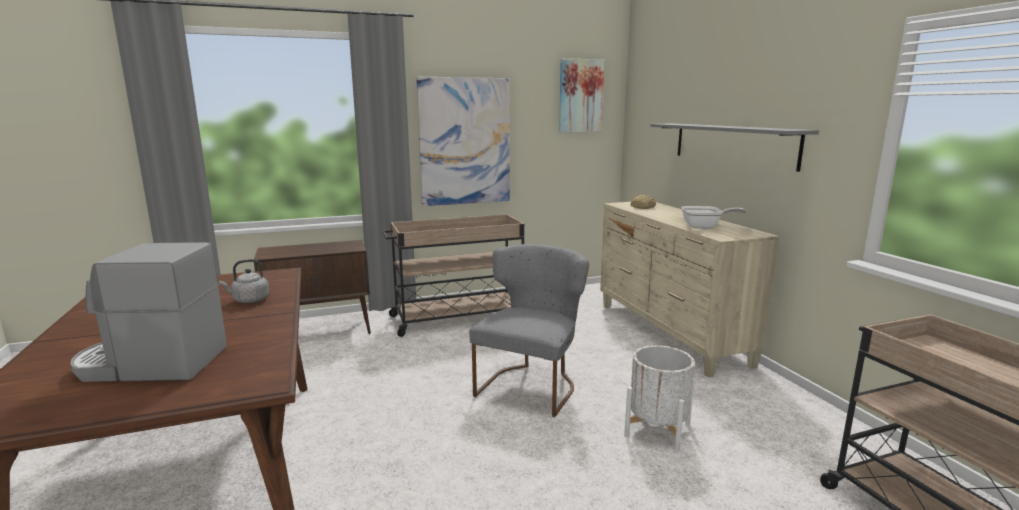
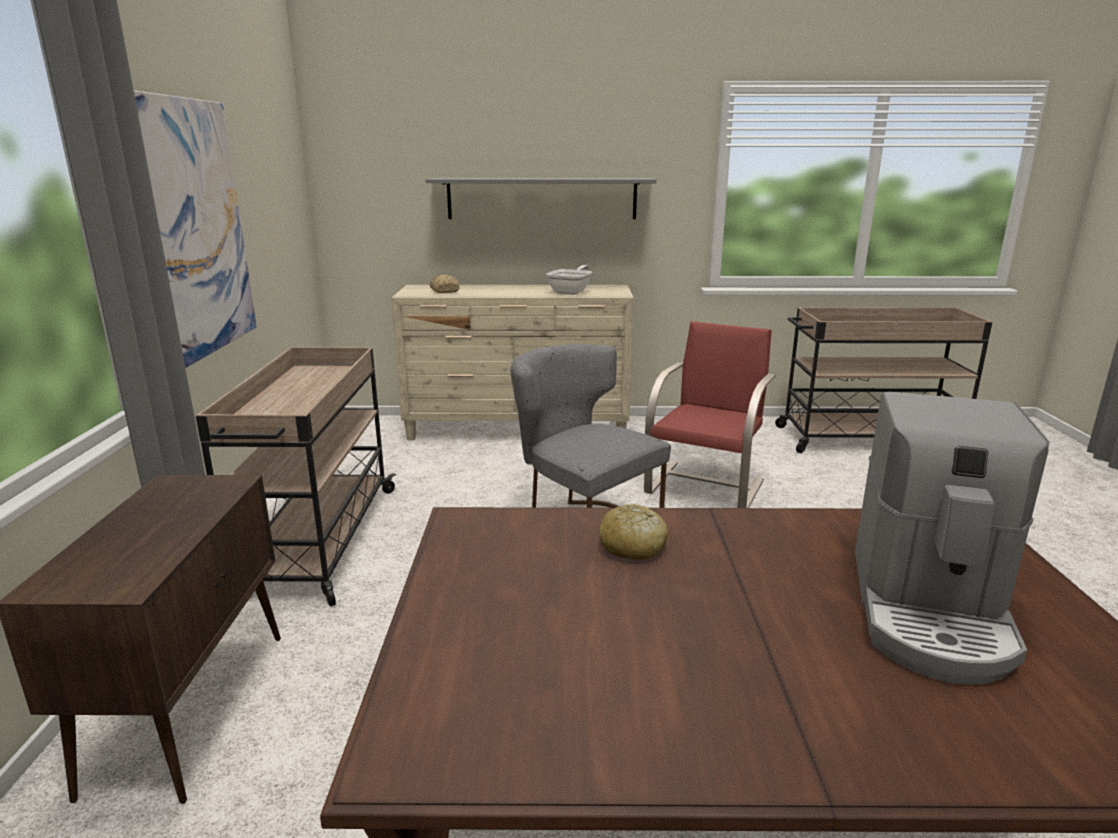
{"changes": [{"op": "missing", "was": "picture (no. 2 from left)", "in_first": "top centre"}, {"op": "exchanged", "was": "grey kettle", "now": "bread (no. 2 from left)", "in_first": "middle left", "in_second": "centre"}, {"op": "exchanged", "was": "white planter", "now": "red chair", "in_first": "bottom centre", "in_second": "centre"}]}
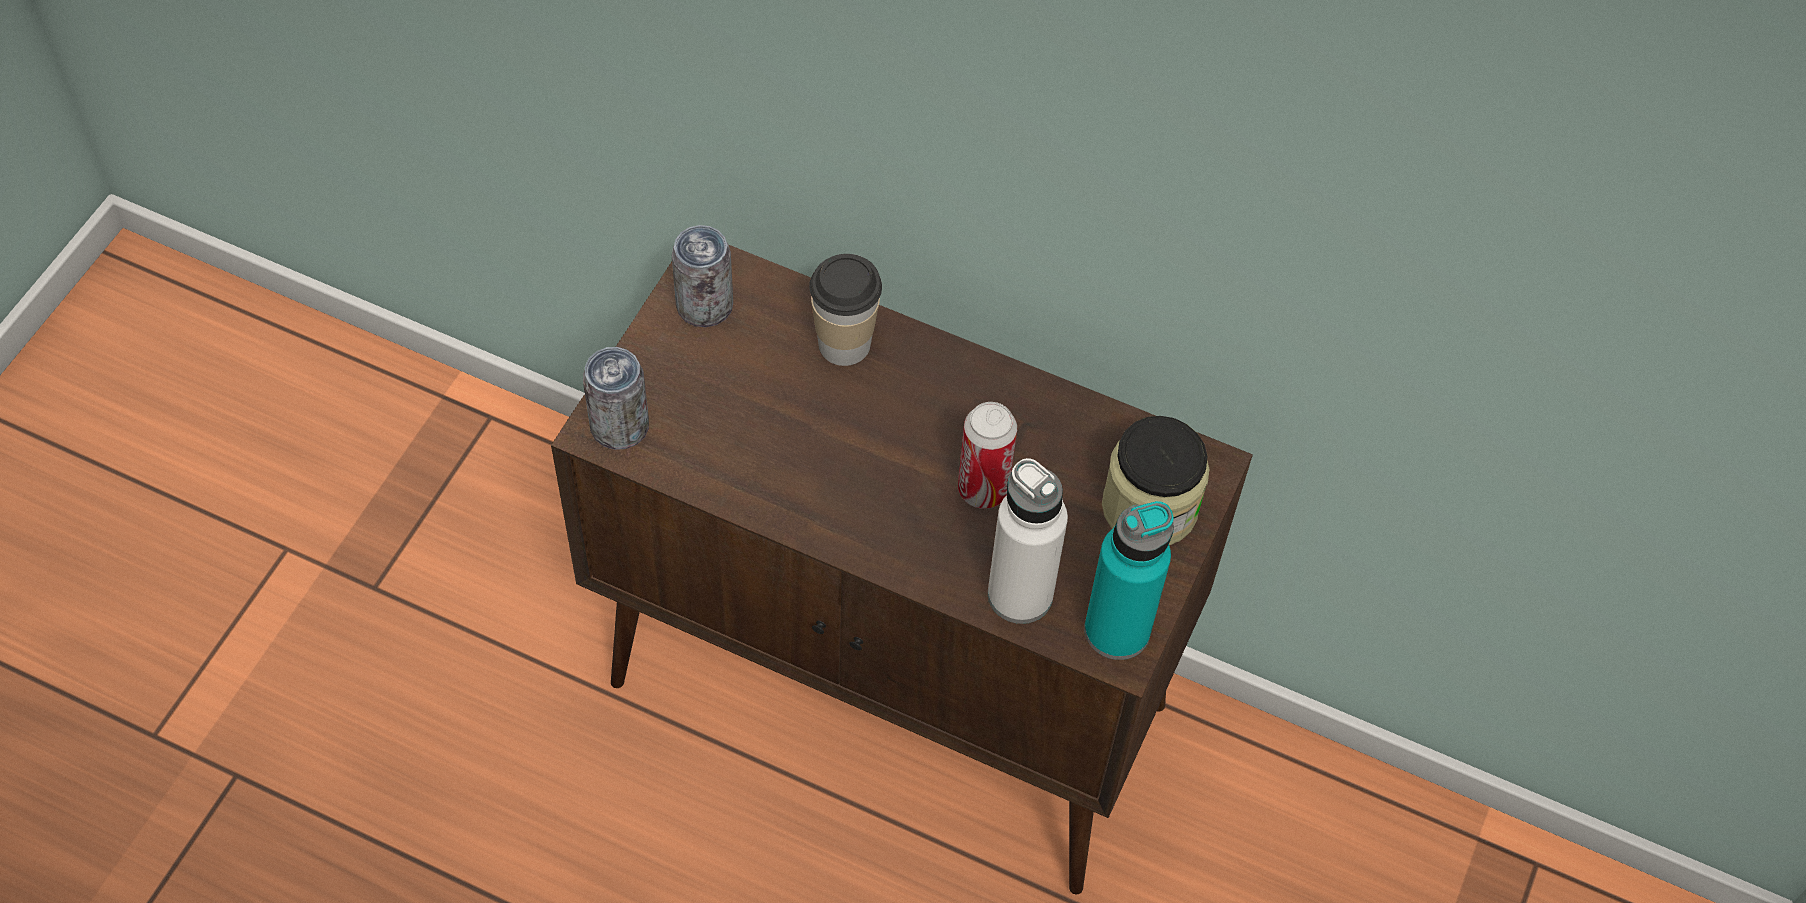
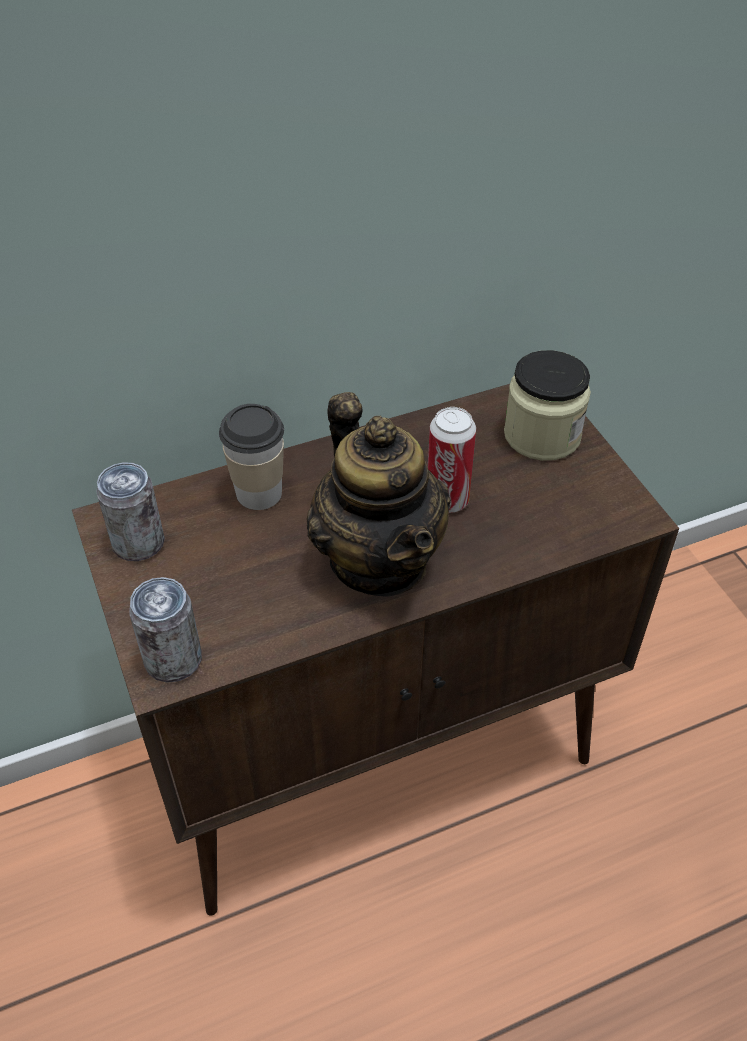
{"changes": [{"op": "missing", "was": "white bottle", "in_first": "centre"}, {"op": "missing", "was": "turquoise bottle", "in_first": "centre"}, {"op": "appeared", "now": "teapot", "in_second": "centre"}]}
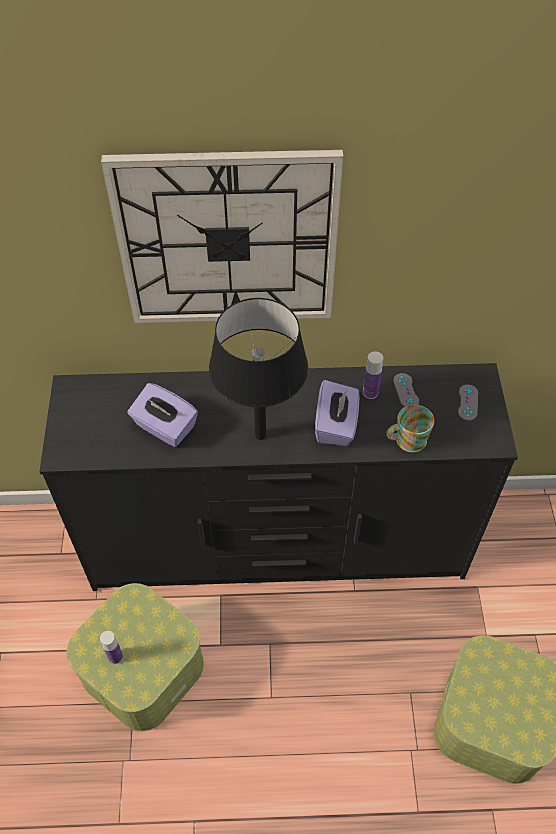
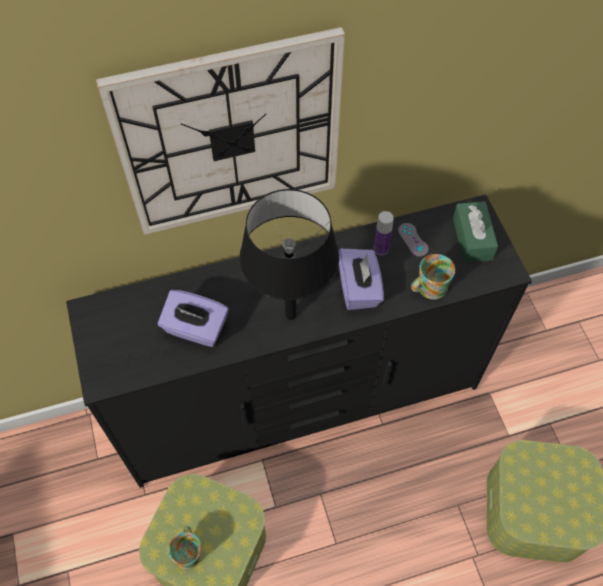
{"changes": [{"op": "exchanged", "was": "bottle (no. 1 from left)", "now": "mug (no. 1 from left)", "in_first": "bottom left", "in_second": "bottom left"}, {"op": "exchanged", "was": "grey game controller (no. 2 from left)", "now": "green tissue box", "in_first": "middle right", "in_second": "middle right"}]}
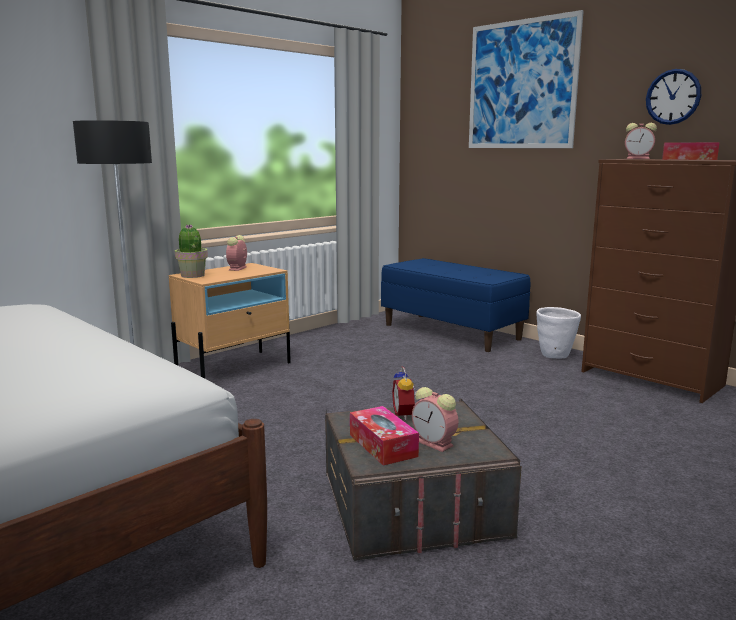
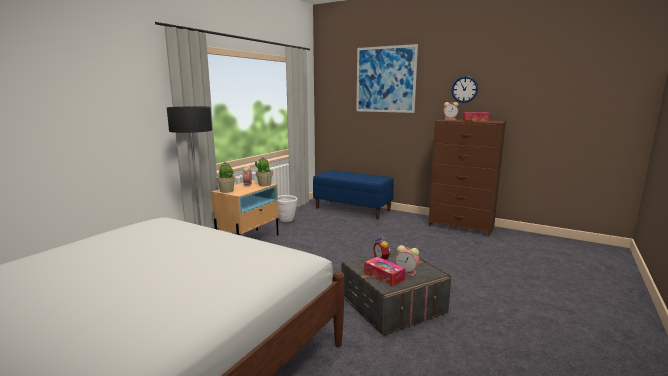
{"changes": [{"op": "appeared", "now": "potted plant (no. 2 from left)", "in_second": "centre"}, {"op": "relocated", "was": "white planter", "in_first": "middle right", "in_second": "centre"}]}
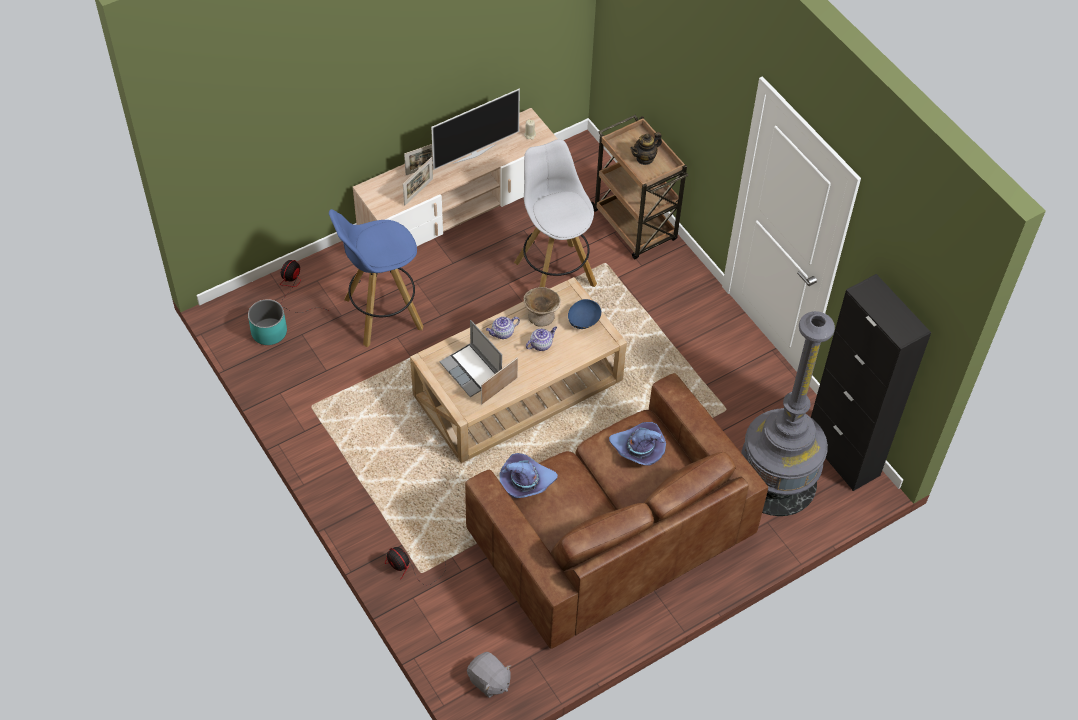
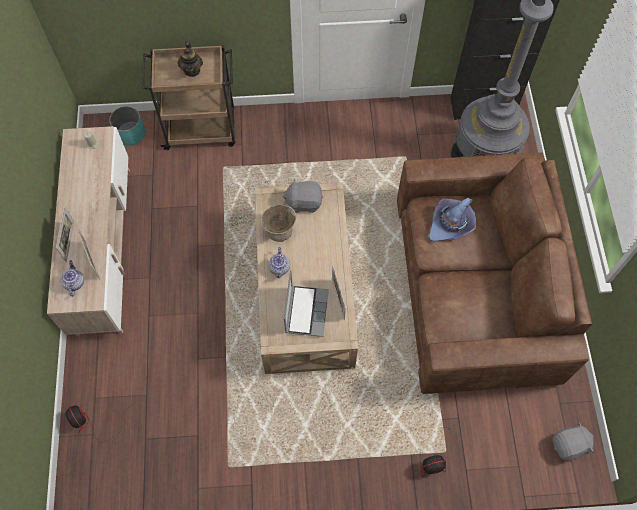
{"changes": [{"op": "missing", "was": "blue stool", "in_first": "centre"}, {"op": "missing", "was": "television", "in_first": "top centre"}, {"op": "missing", "was": "purple hat (no. 1 from left)", "in_first": "centre"}, {"op": "missing", "was": "white stool", "in_first": "top centre"}, {"op": "relocated", "was": "turquoise planter", "in_first": "middle left", "in_second": "top left"}, {"op": "relocated", "was": "teapot (no. 2 from left in the first image)", "now": "teapot (no. 1 from left)", "in_first": "centre", "in_second": "middle left"}, {"op": "exchanged", "was": "blue bowl", "now": "grey plush toy (no. 1 from left)", "in_first": "centre", "in_second": "centre"}, {"op": "spun", "was": "laptop", "in_first": "centre", "in_second": "centre", "clockwise": -75}]}
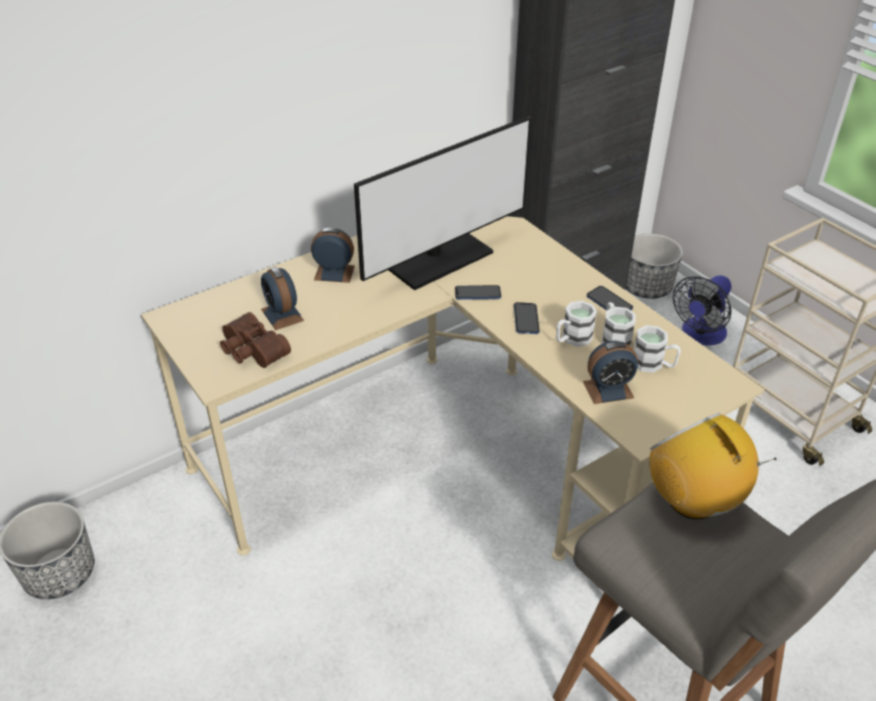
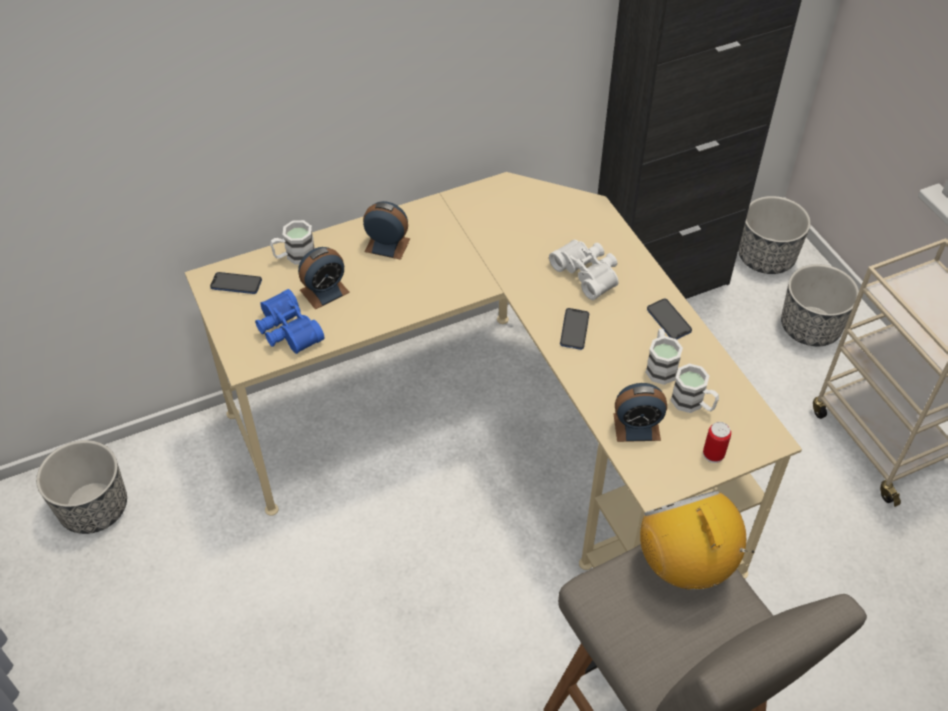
{"changes": [{"op": "missing", "was": "monitor", "in_first": "top centre"}, {"op": "appeared", "now": "white binoculars", "in_second": "centre"}, {"op": "appeared", "now": "can", "in_second": "middle right"}, {"op": "relocated", "was": "phone (no. 1 from left)", "in_first": "centre", "in_second": "middle left"}, {"op": "relocated", "was": "white mug (no. 1 from left)", "in_first": "centre", "in_second": "middle left"}, {"op": "exchanged", "was": "fan", "now": "planter (no. 3 from left)", "in_first": "middle right", "in_second": "middle right"}, {"op": "colour", "was": "brown binoculars", "now": "blue binoculars", "in_first": "middle left", "in_second": "middle left"}, {"op": "spun", "was": "alarm clock (no. 1 from left)", "in_first": "middle left", "in_second": "centre", "clockwise": -105}]}
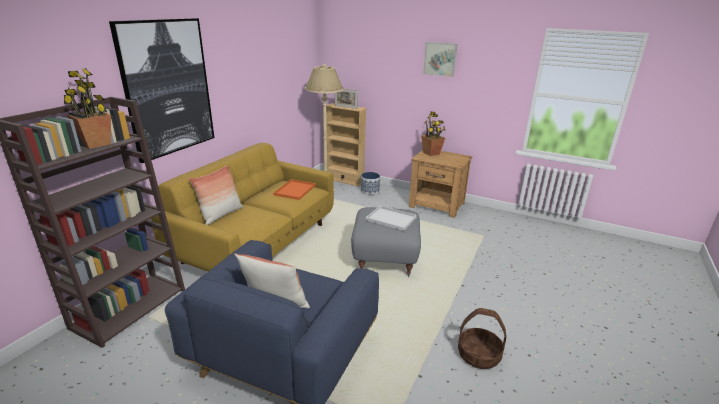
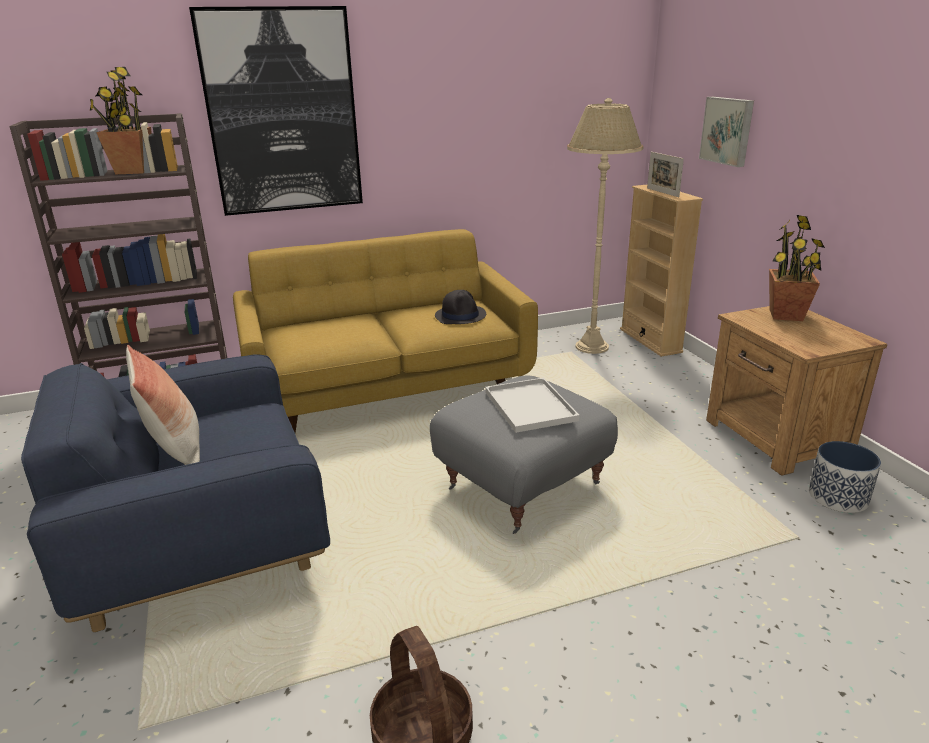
{"changes": [{"op": "missing", "was": "pillow (no. 1 from left)", "in_first": "middle left"}, {"op": "relocated", "was": "planter", "in_first": "centre", "in_second": "middle right"}, {"op": "relocated", "was": "picture (no. 2 from left)", "in_first": "top centre", "in_second": "top right"}, {"op": "exchanged", "was": "orange tray", "now": "black hat", "in_first": "centre", "in_second": "centre"}]}
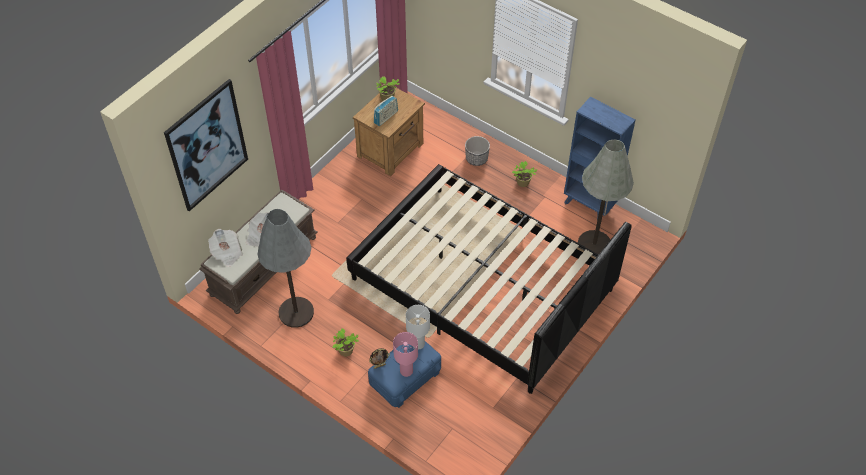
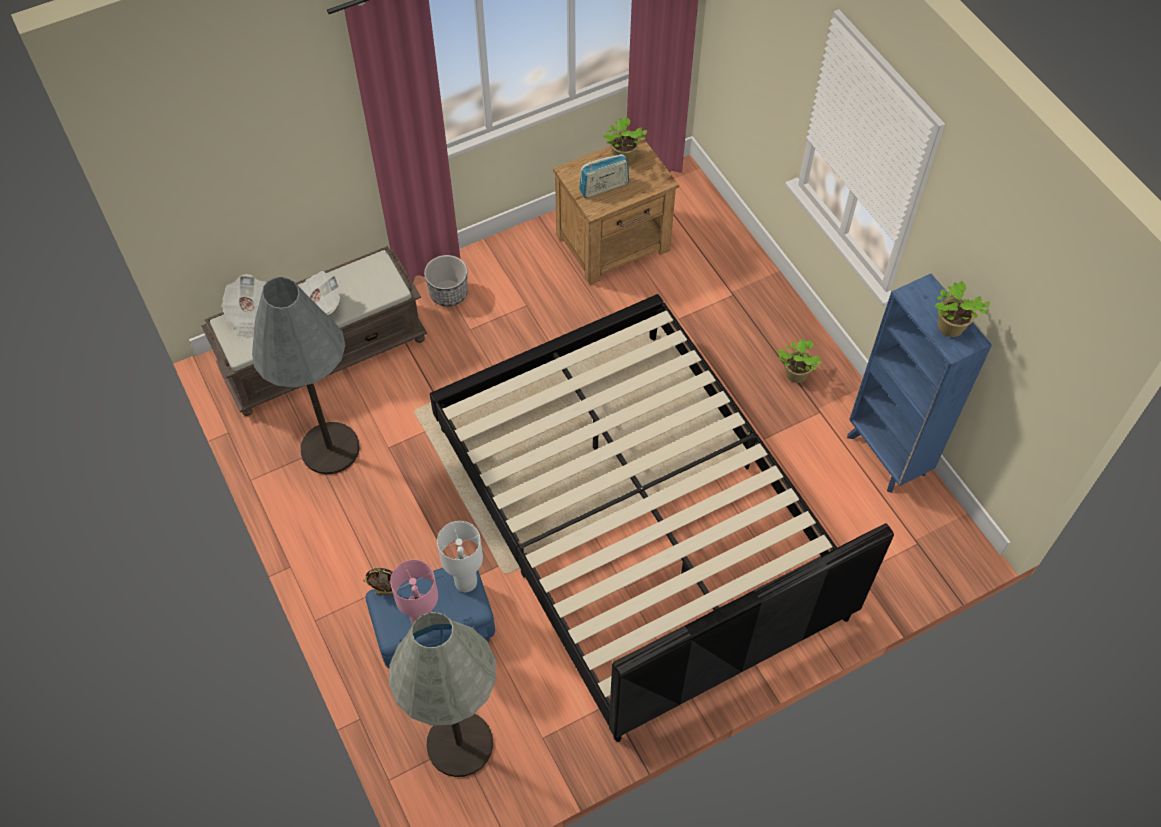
{"changes": [{"op": "missing", "was": "picture", "in_first": "top left"}, {"op": "relocated", "was": "potted plant (no. 1 from left in the first image)", "now": "potted plant (no. 3 from left)", "in_first": "bottom centre", "in_second": "middle right"}, {"op": "relocated", "was": "planter", "in_first": "top centre", "in_second": "centre"}, {"op": "relocated", "was": "grey floor lamp (no. 2 from left)", "in_first": "middle right", "in_second": "bottom centre"}]}
